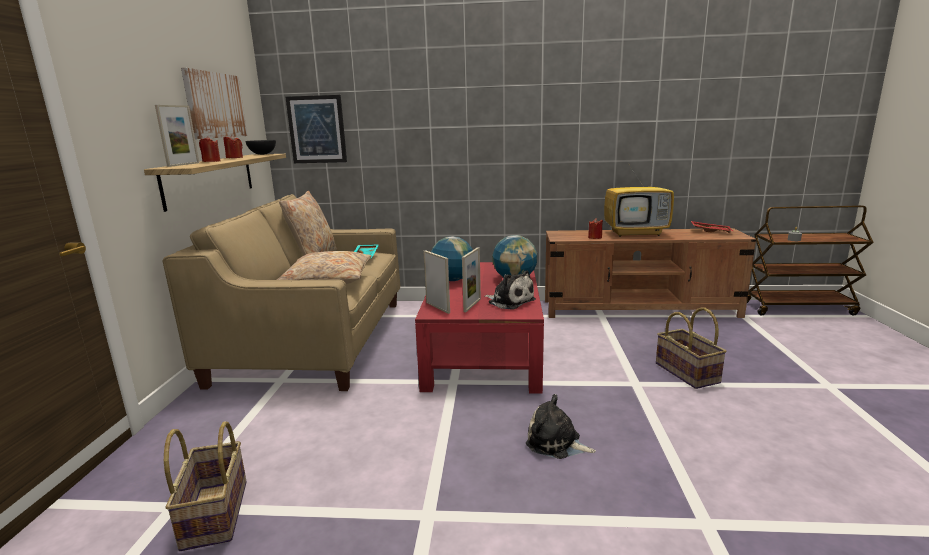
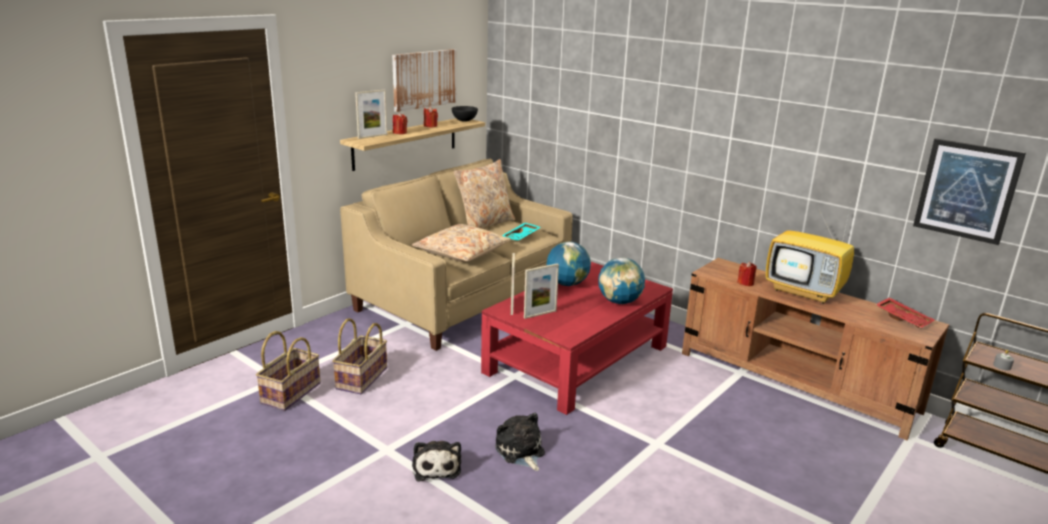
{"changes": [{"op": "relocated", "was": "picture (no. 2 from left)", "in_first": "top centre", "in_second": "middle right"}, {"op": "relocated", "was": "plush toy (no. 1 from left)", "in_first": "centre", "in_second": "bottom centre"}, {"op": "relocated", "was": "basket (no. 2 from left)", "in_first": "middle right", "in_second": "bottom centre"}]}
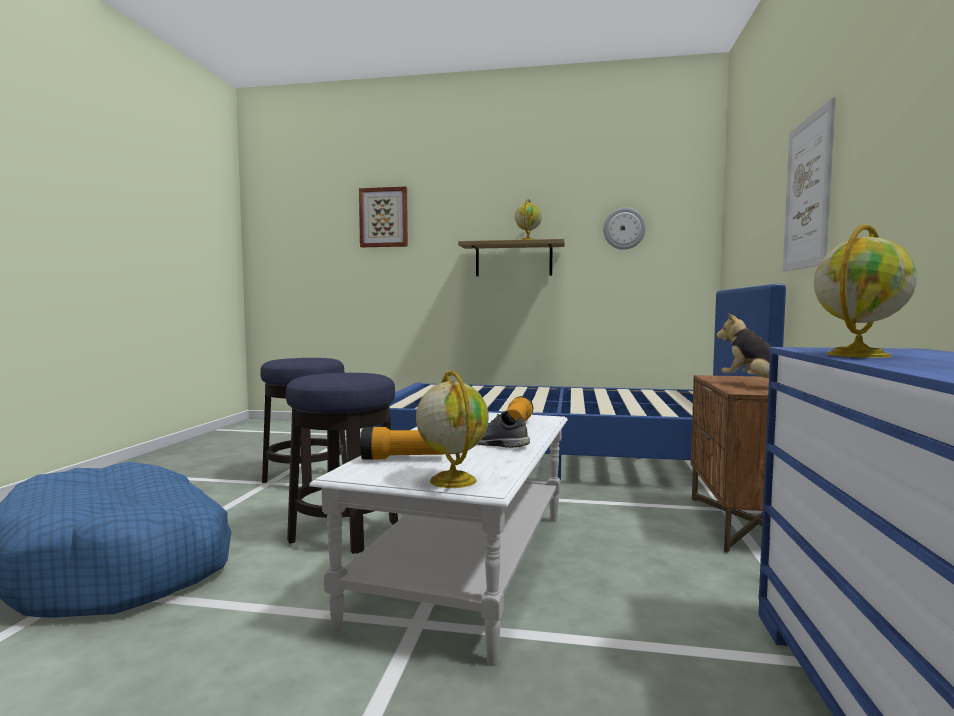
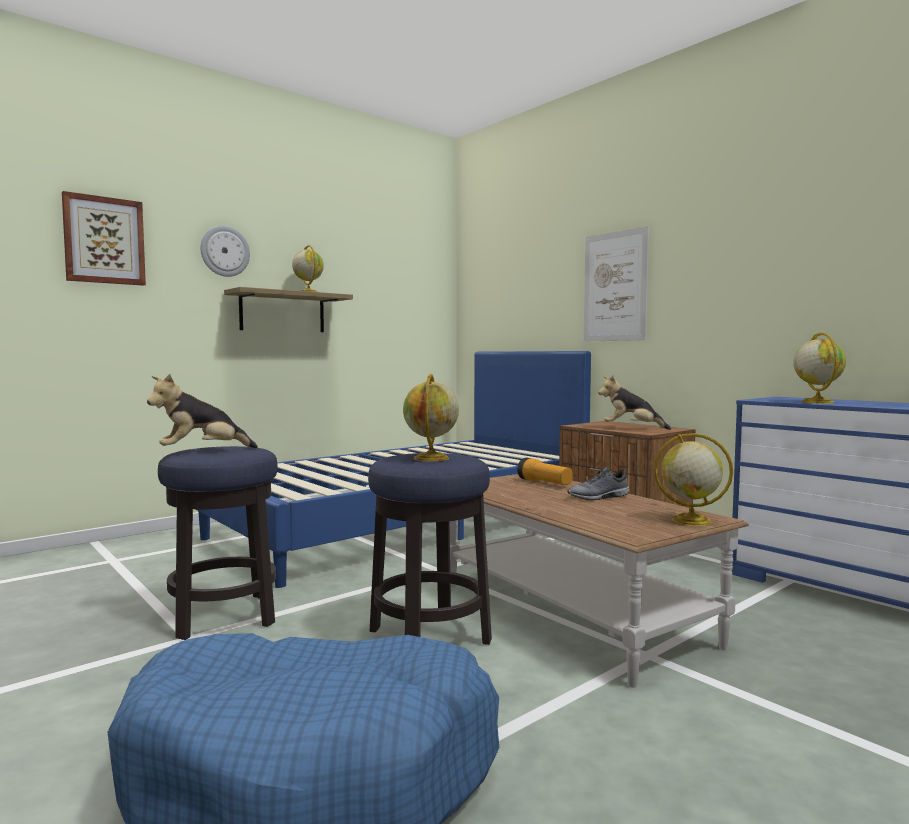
{"changes": [{"op": "missing", "was": "flashlight (no. 1 from left)", "in_first": "centre"}, {"op": "appeared", "now": "plush toy (no. 1 from left)", "in_second": "middle left"}, {"op": "appeared", "now": "globe (no. 2 from left)", "in_second": "centre"}, {"op": "relocated", "was": "wall clock", "in_first": "top centre", "in_second": "top left"}, {"op": "colour", "was": "white coffee table", "now": "brown coffee table", "in_first": "bottom centre", "in_second": "bottom centre"}]}
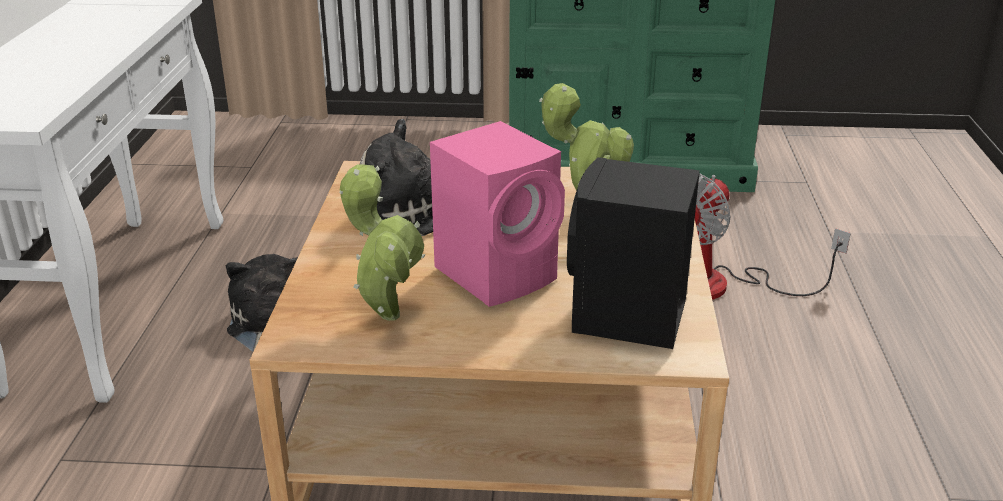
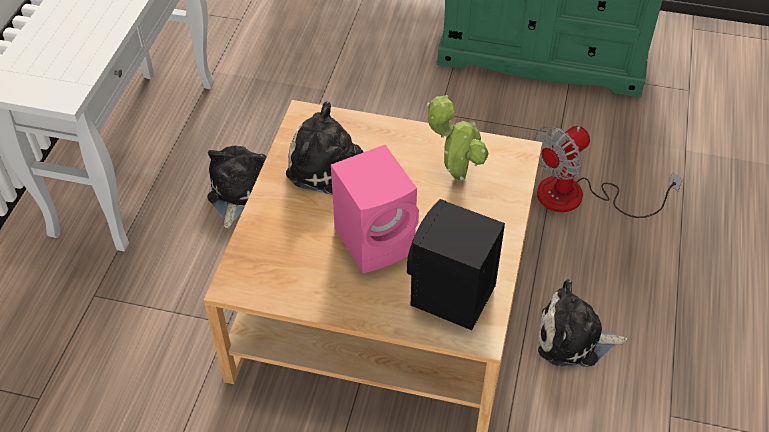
{"changes": [{"op": "missing", "was": "potted plant (no. 1 from left)", "in_first": "centre"}, {"op": "appeared", "now": "plush toy (no. 3 from left)", "in_second": "bottom right"}]}
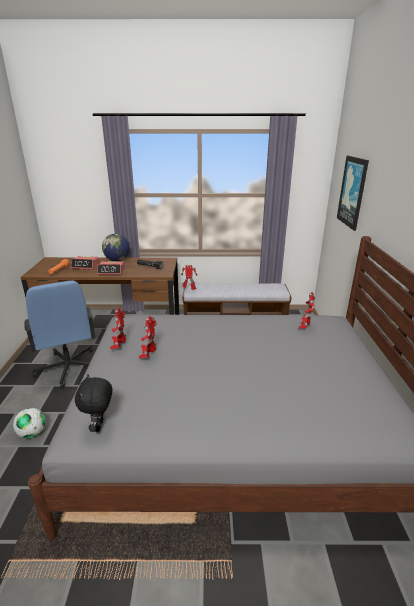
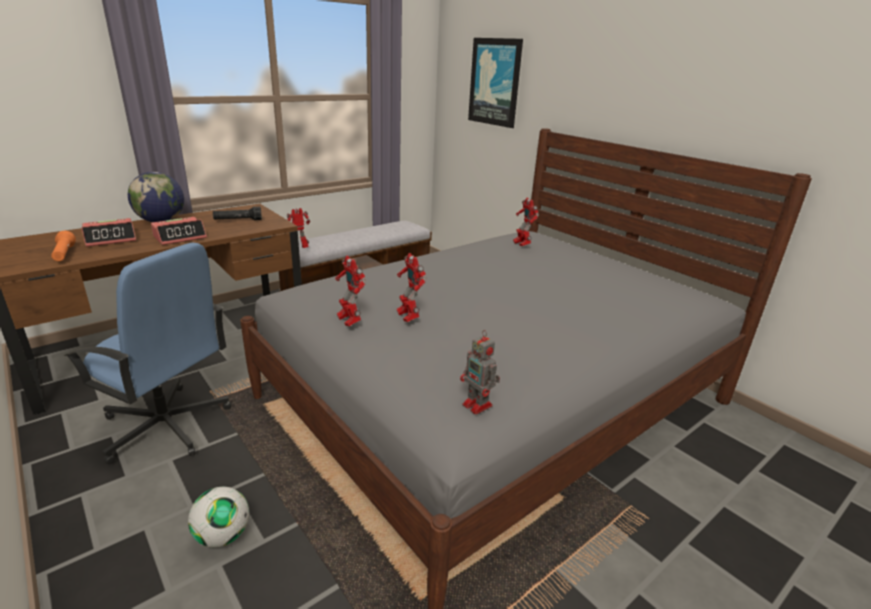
{"changes": [{"op": "exchanged", "was": "black plush toy", "now": "toy robot (no. 4 from left)", "in_first": "middle left", "in_second": "centre"}]}
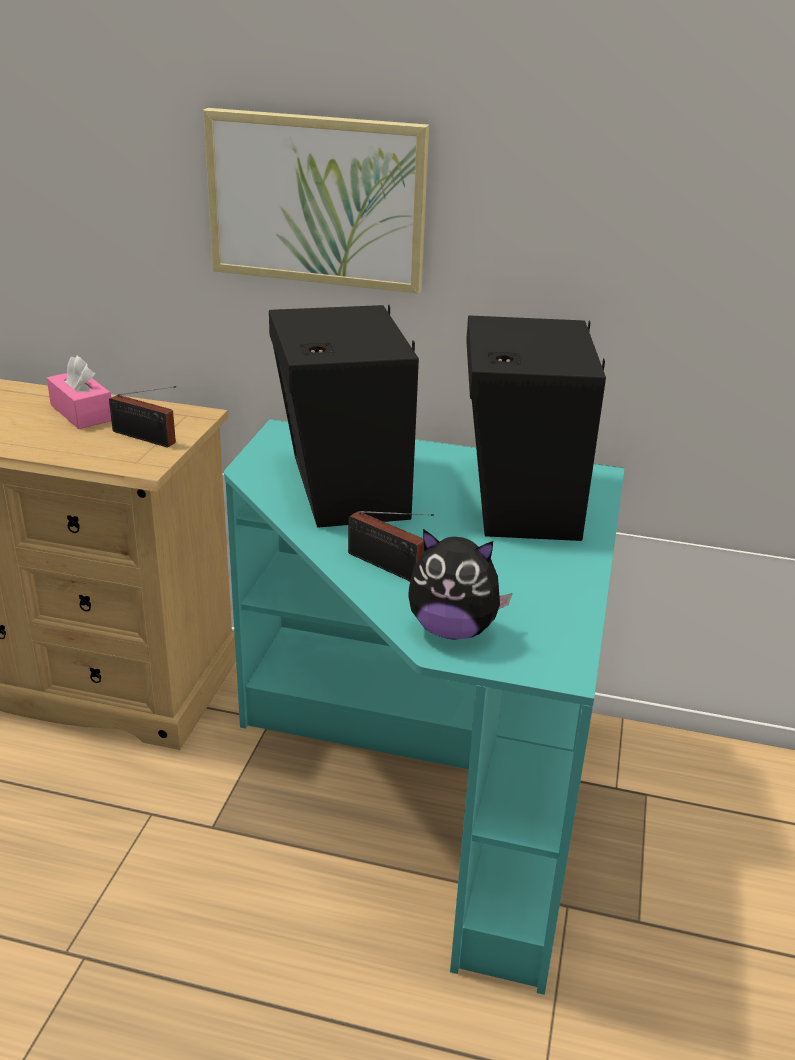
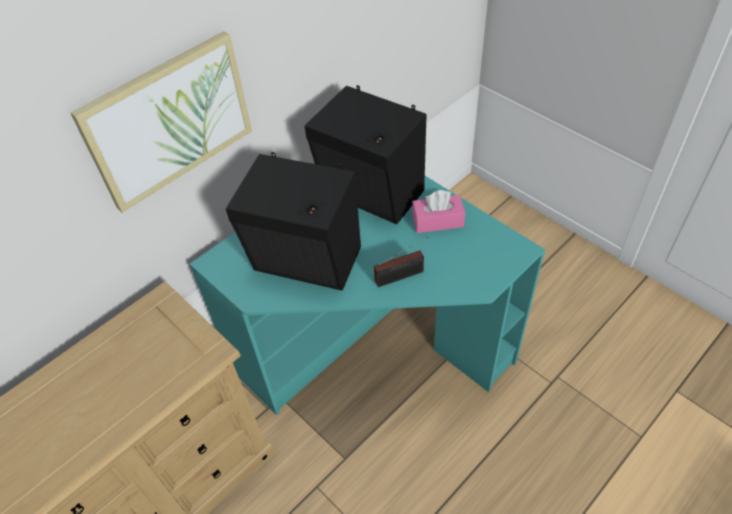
{"changes": [{"op": "missing", "was": "radio (no. 1 from left)", "in_first": "middle left"}, {"op": "missing", "was": "plush toy", "in_first": "centre"}, {"op": "relocated", "was": "pink tissue box", "in_first": "middle left", "in_second": "centre"}]}
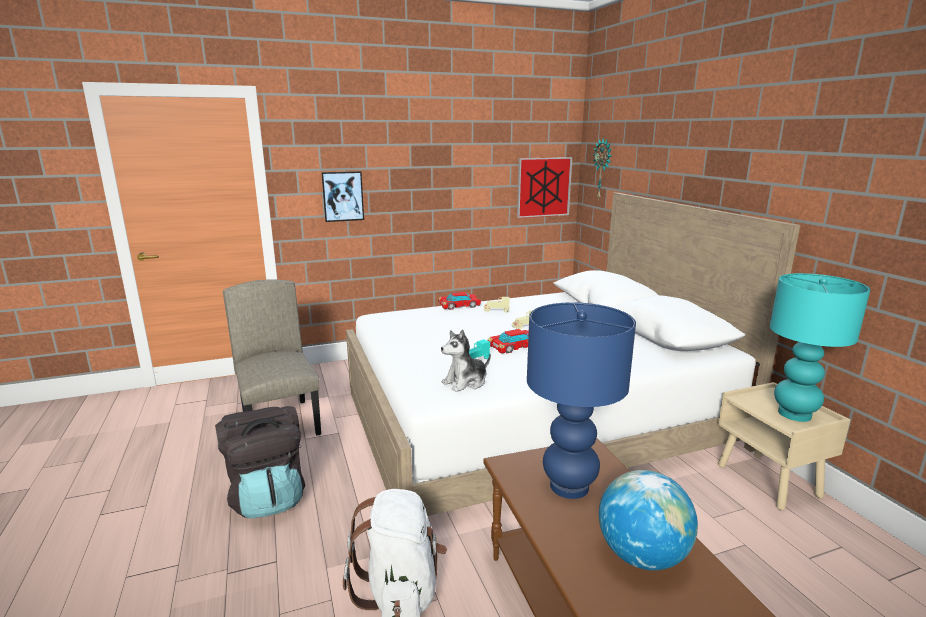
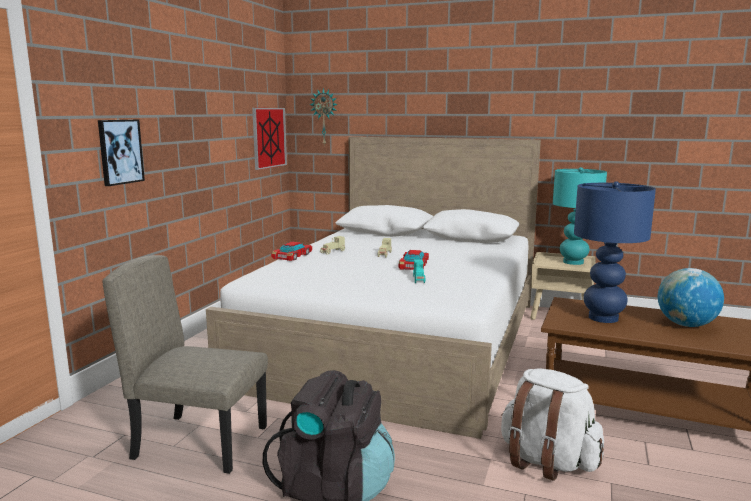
{"changes": [{"op": "missing", "was": "plush toy", "in_first": "centre"}]}
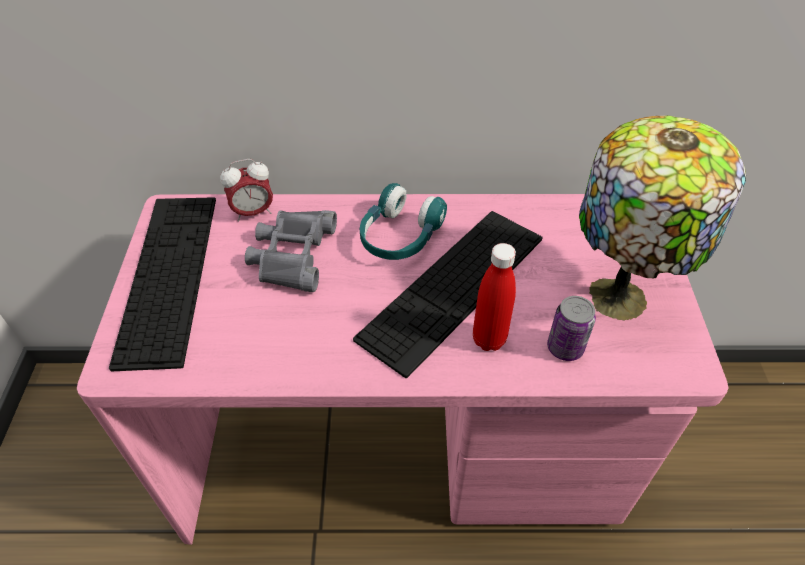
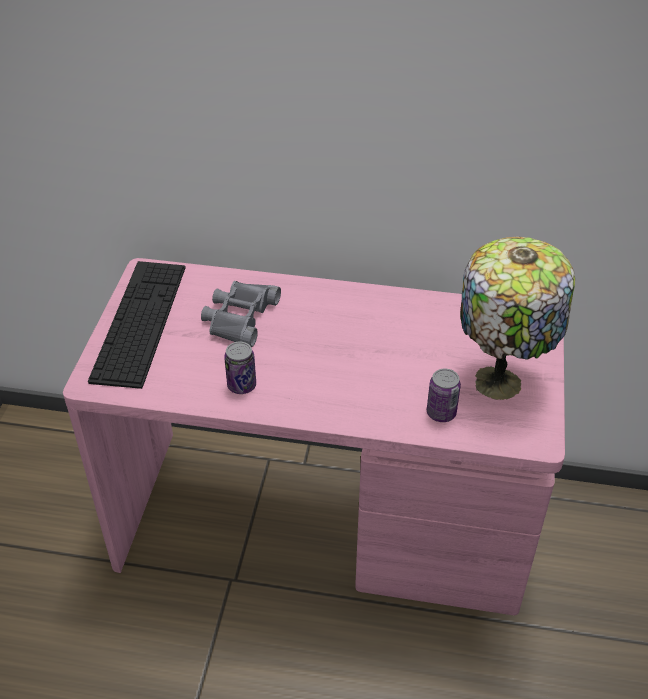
{"changes": [{"op": "missing", "was": "alarm clock", "in_first": "middle left"}, {"op": "missing", "was": "keyboard (no. 2 from left)", "in_first": "centre"}, {"op": "missing", "was": "turquoise headphones", "in_first": "centre"}, {"op": "missing", "was": "red bottle", "in_first": "centre"}, {"op": "appeared", "now": "can (no. 1 from left)", "in_second": "centre"}]}
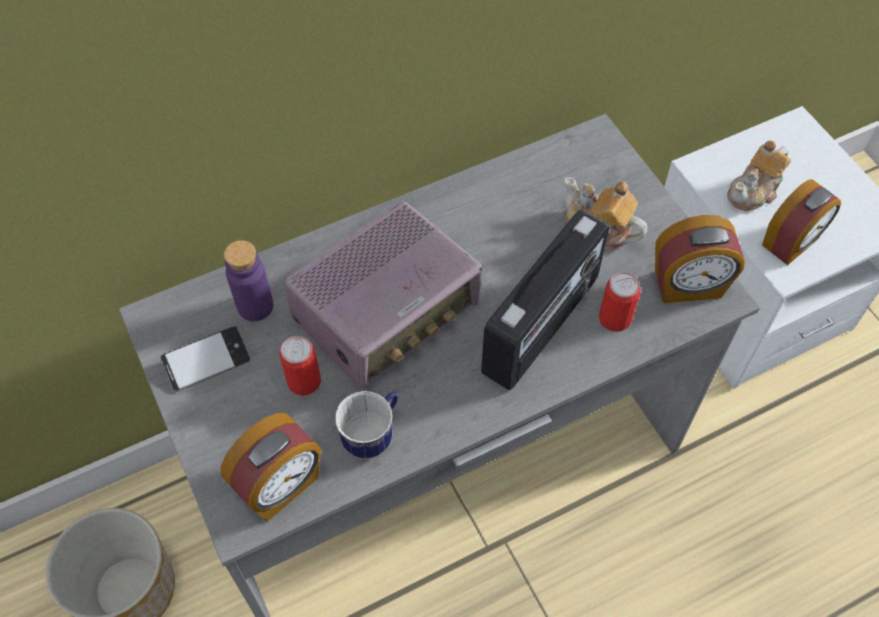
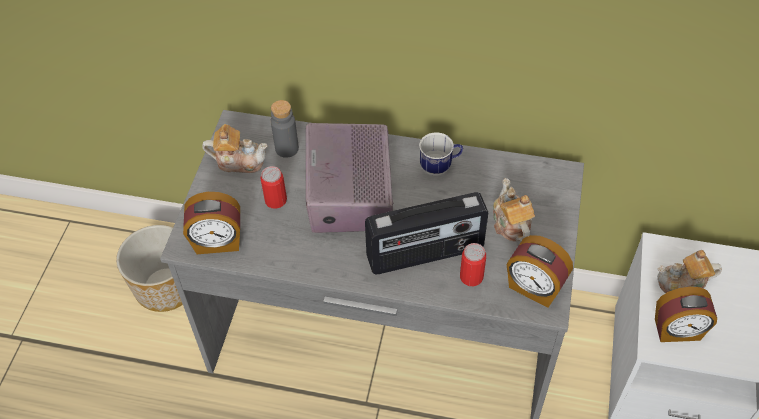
{"changes": [{"op": "relocated", "was": "mug", "in_first": "bottom centre", "in_second": "centre"}, {"op": "exchanged", "was": "phone", "now": "teapot (no. 1 from left)", "in_first": "middle left", "in_second": "middle left"}, {"op": "colour", "was": "purple bottle", "now": "grey bottle", "in_first": "middle left", "in_second": "top centre"}, {"op": "spun", "was": "radio (no. 1 from left)", "in_first": "centre", "in_second": "centre", "clockwise": 90}]}
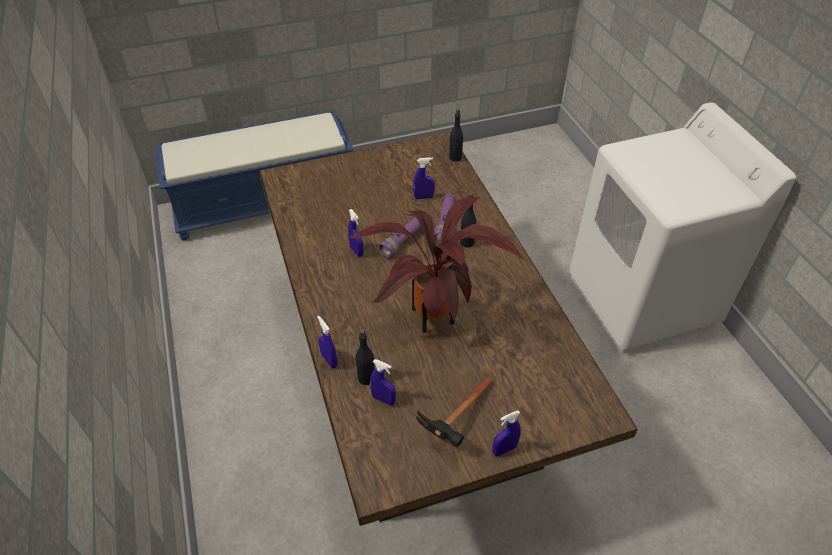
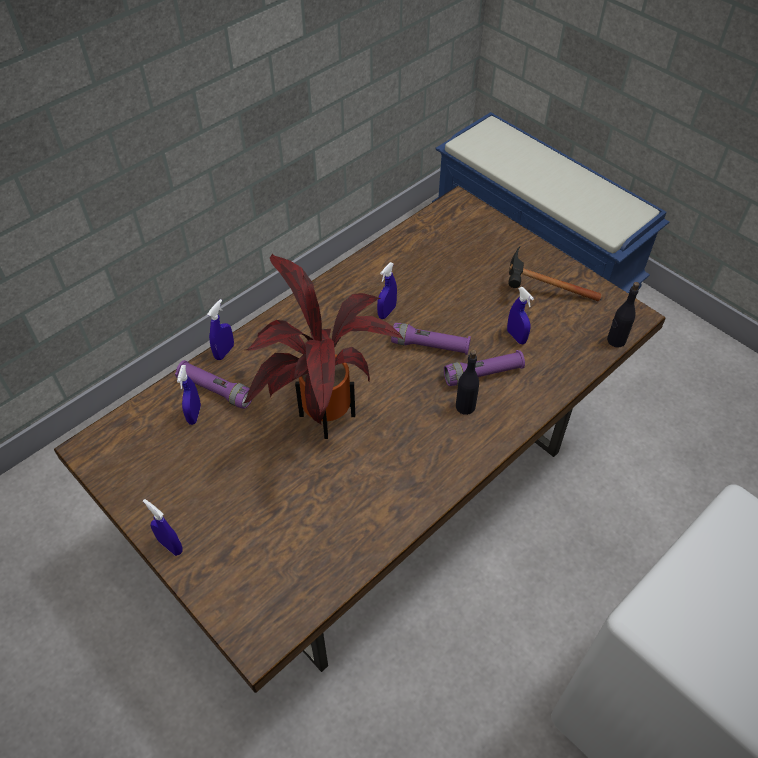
{"changes": [{"op": "relocated", "was": "hammer", "in_first": "bottom centre", "in_second": "middle right"}, {"op": "exchanged", "was": "black bottle (no. 1 from left)", "now": "purple flashlight (no. 1 from left)", "in_first": "centre", "in_second": "middle left"}]}
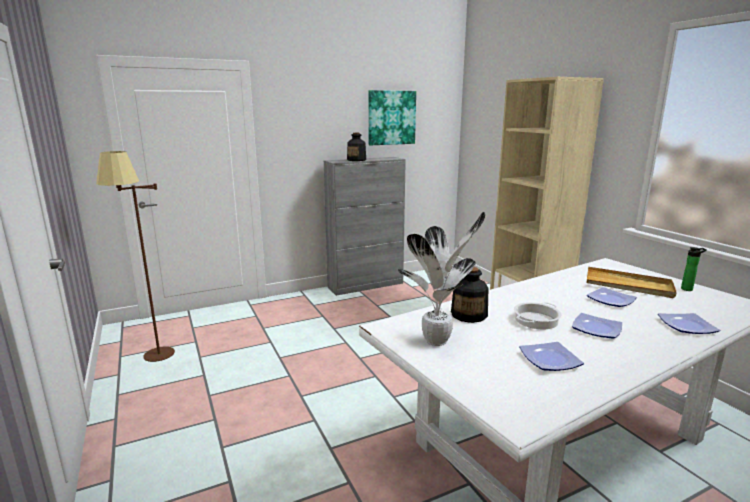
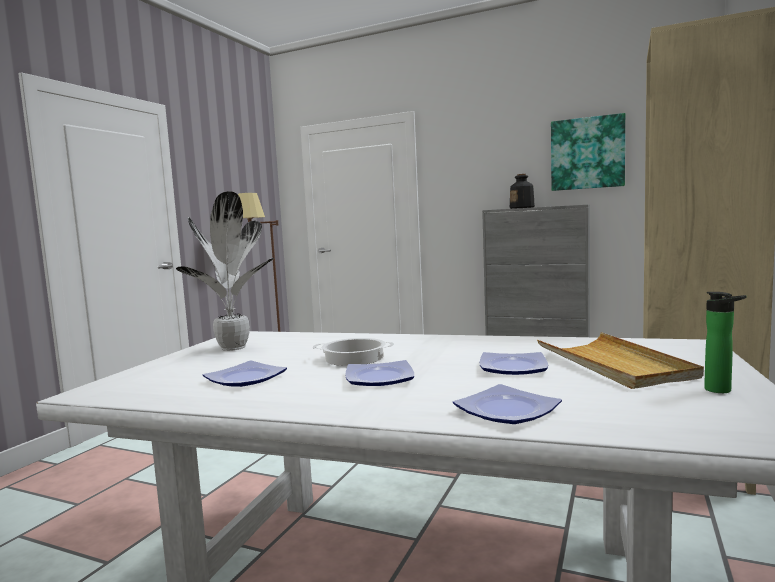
{"changes": [{"op": "missing", "was": "bottle (no. 2 from left)", "in_first": "centre"}]}
